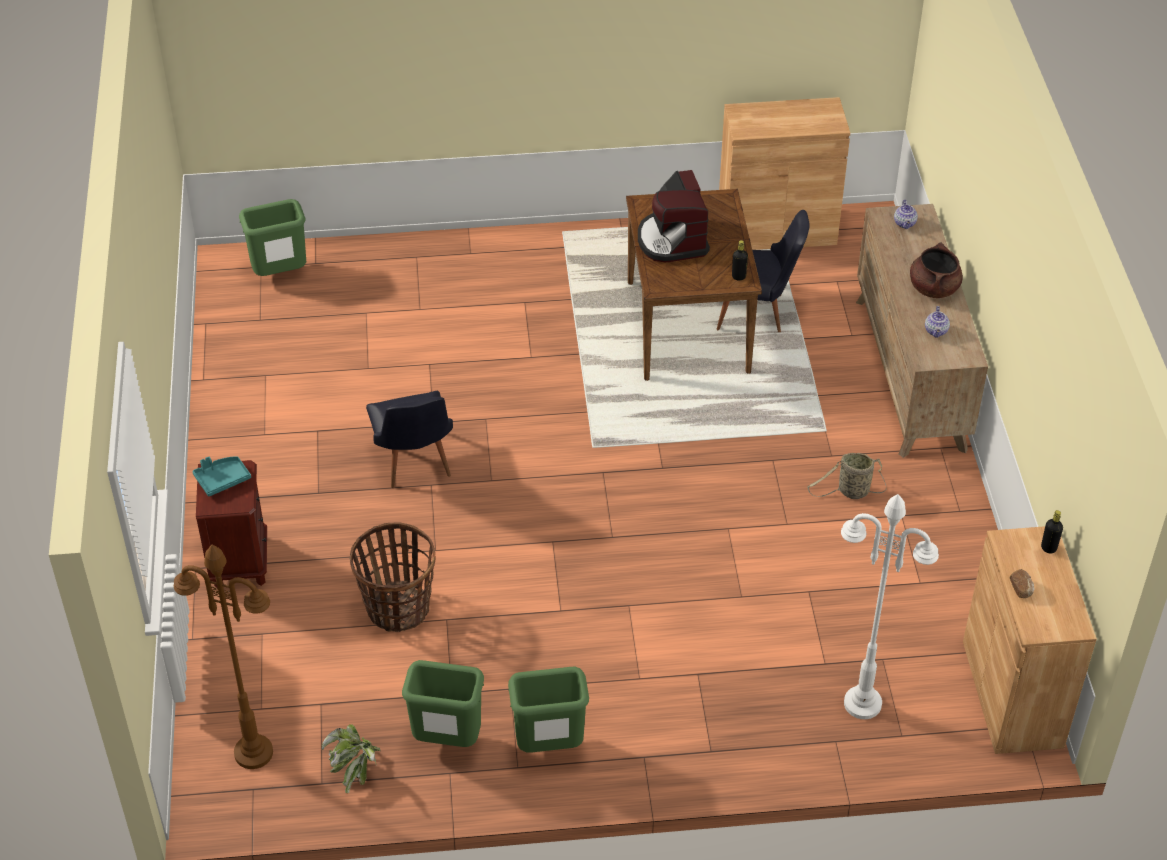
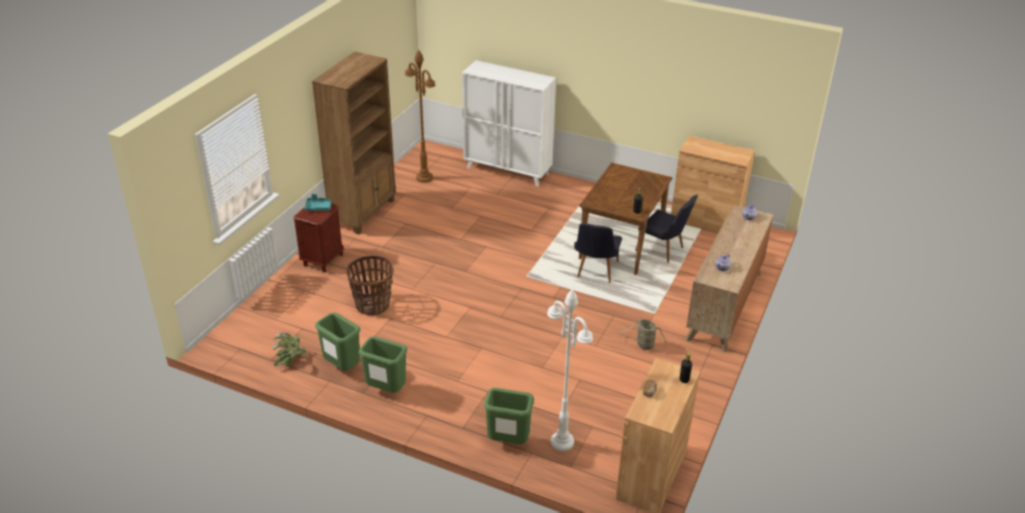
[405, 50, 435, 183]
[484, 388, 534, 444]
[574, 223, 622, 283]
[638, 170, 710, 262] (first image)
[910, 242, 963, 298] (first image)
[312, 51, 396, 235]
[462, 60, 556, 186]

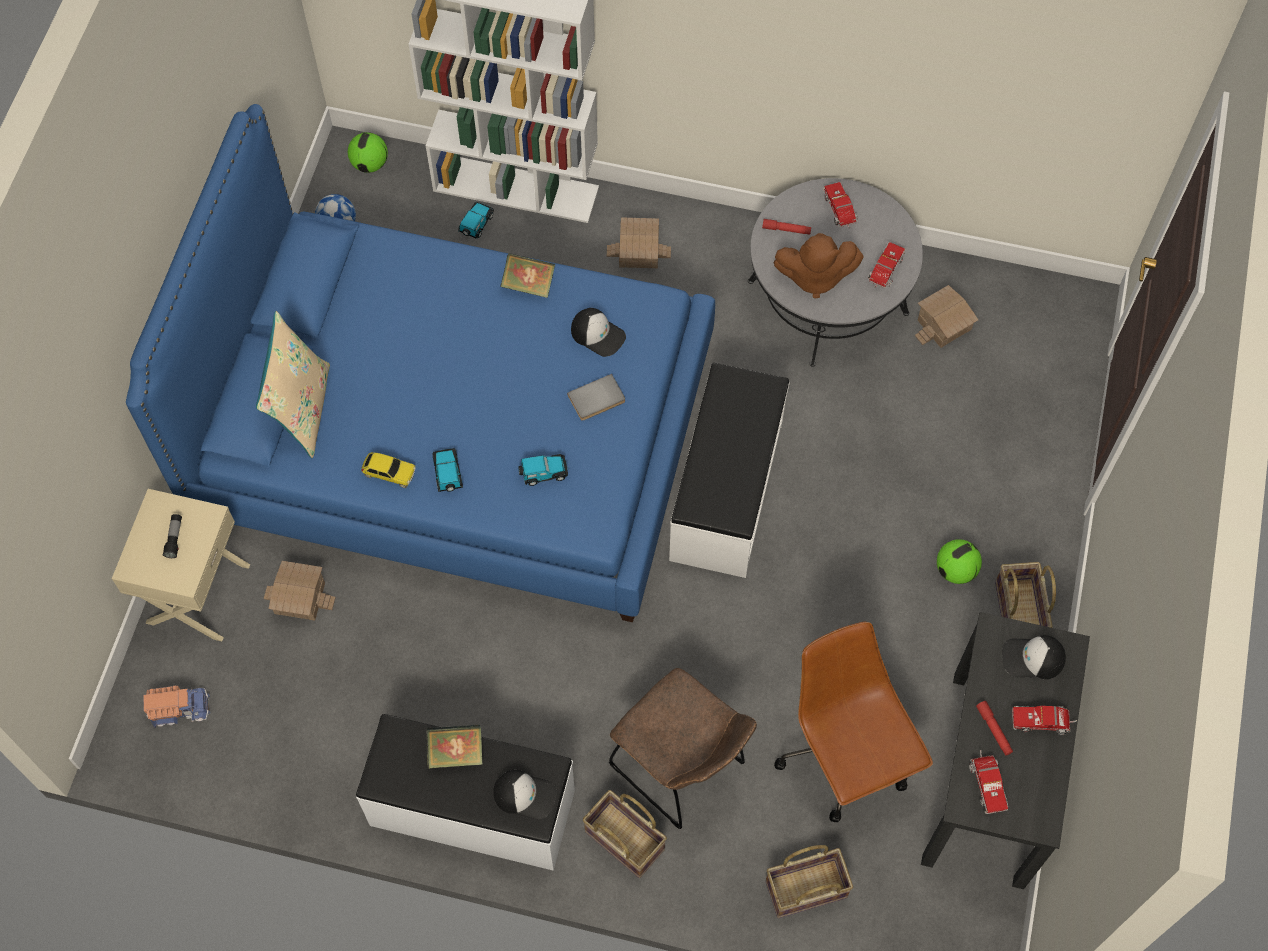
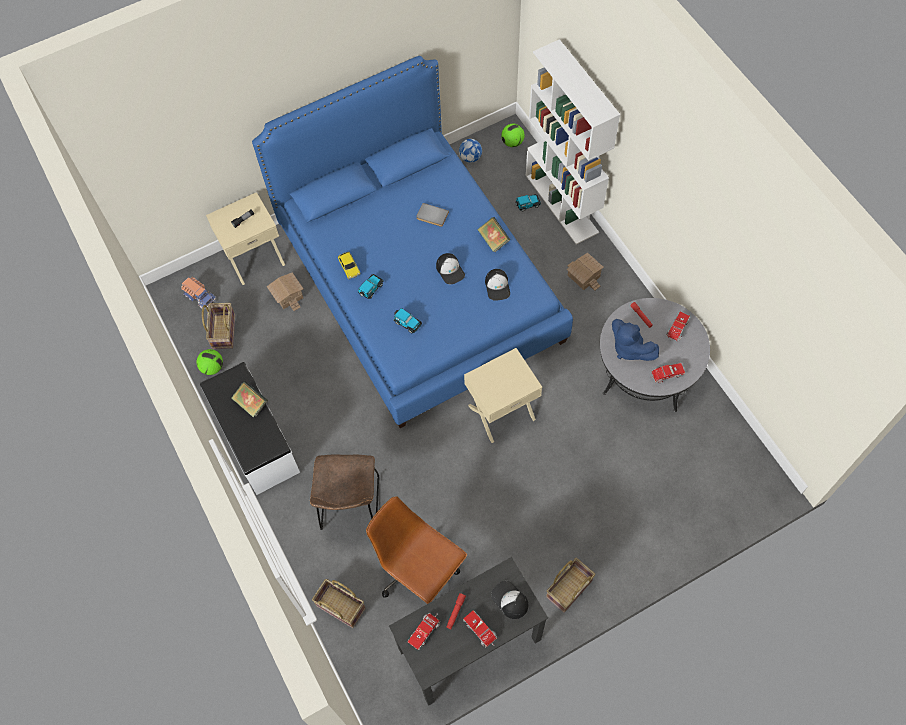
[256, 311, 330, 458] (first image)
[436, 253, 465, 284]
[416, 203, 449, 227]
[202, 303, 235, 349]
[464, 348, 542, 443]
[612, 319, 659, 361]
[366, 496, 467, 604]
[915, 285, 978, 348] (first image)
[197, 349, 223, 375]

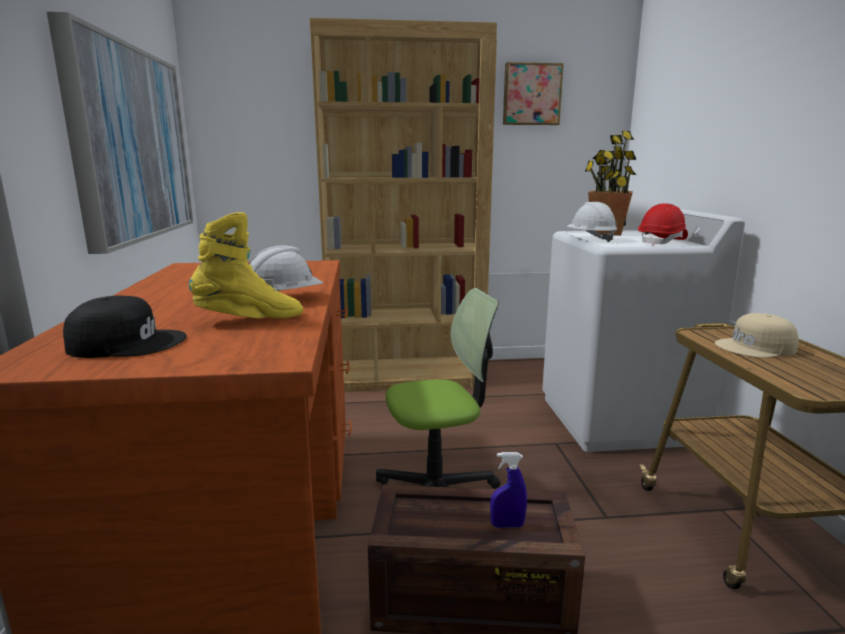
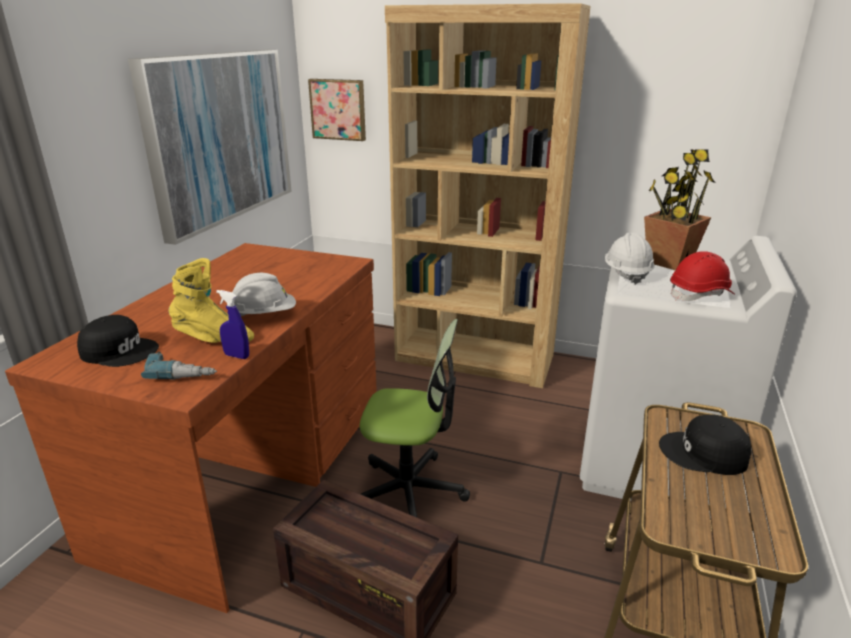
[216, 290, 249, 359]
[308, 79, 366, 141]
[659, 415, 751, 475]
[141, 351, 217, 380]

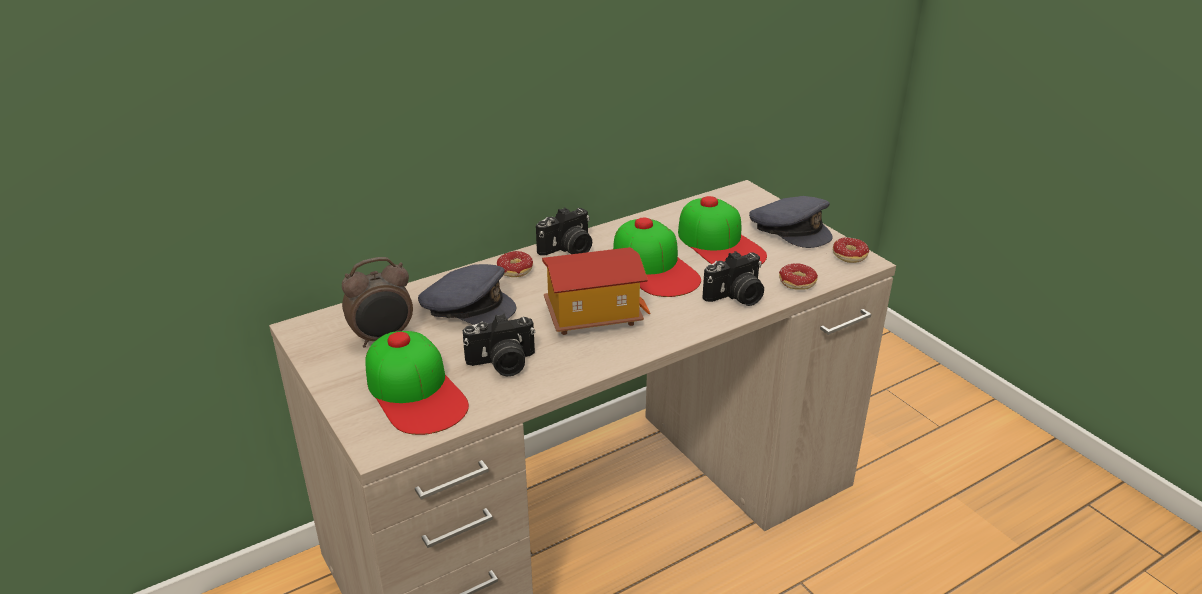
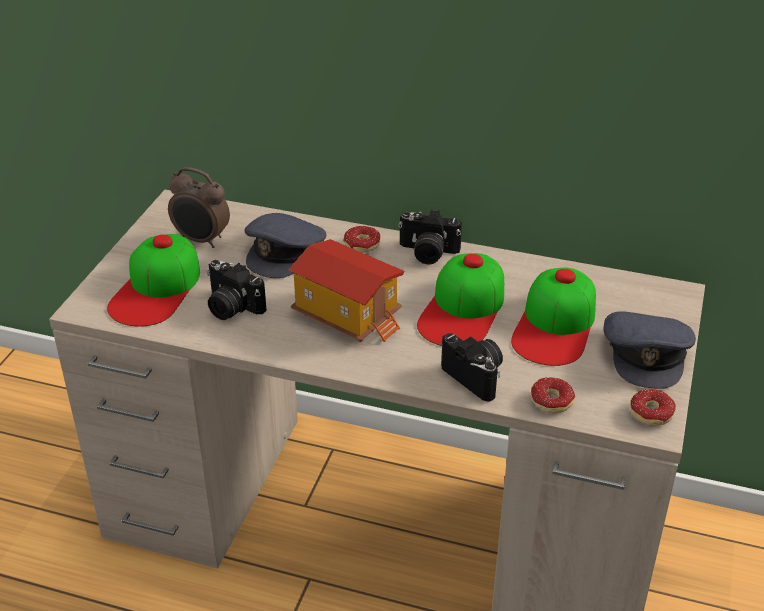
[244, 213, 326, 278]
[441, 333, 503, 402]

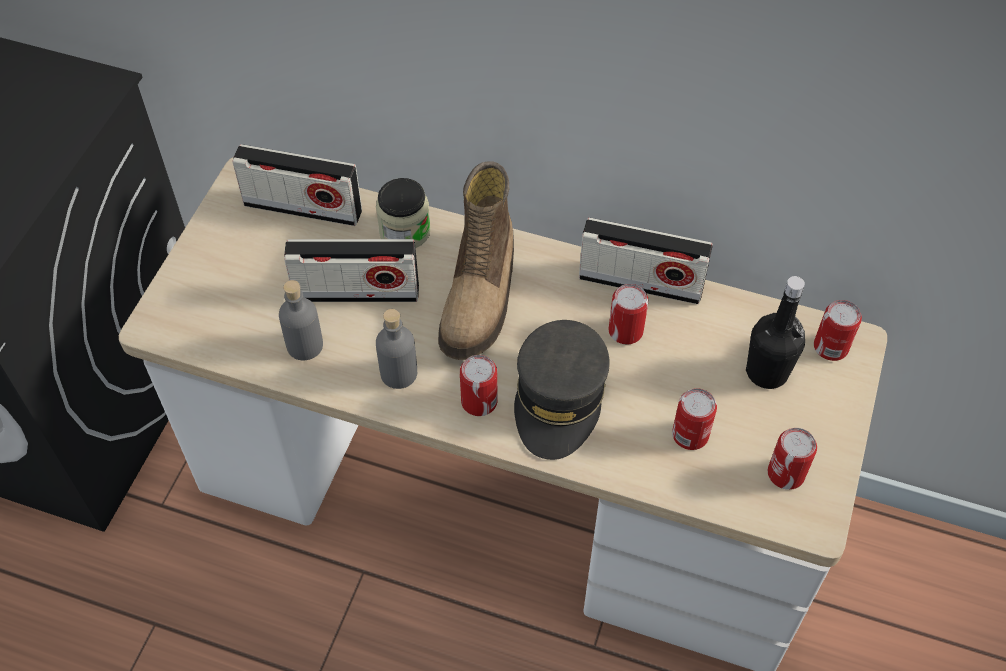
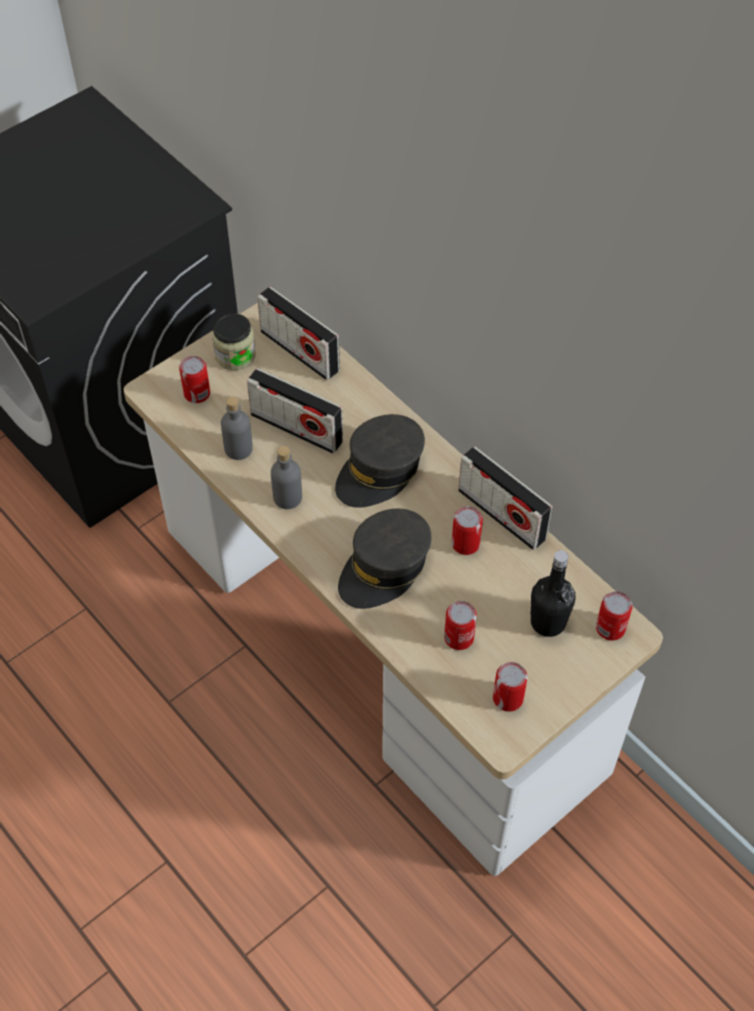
[212, 313, 256, 370]
[335, 414, 425, 508]
[179, 356, 210, 403]

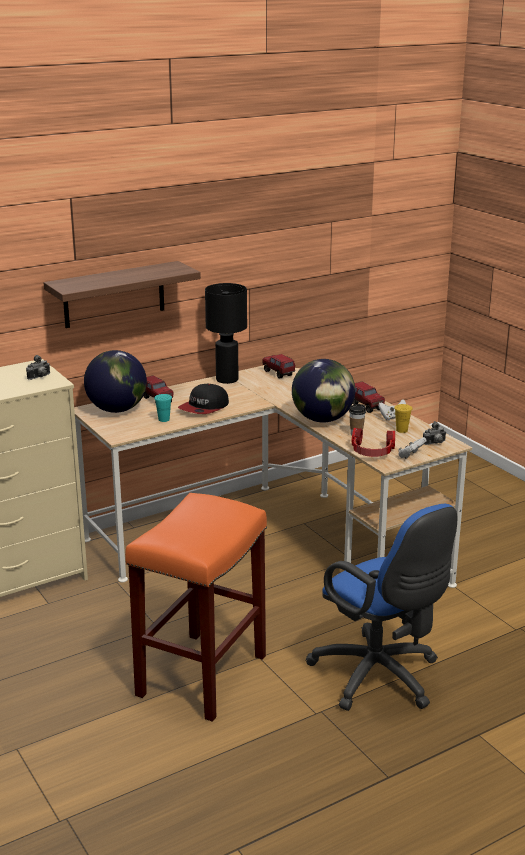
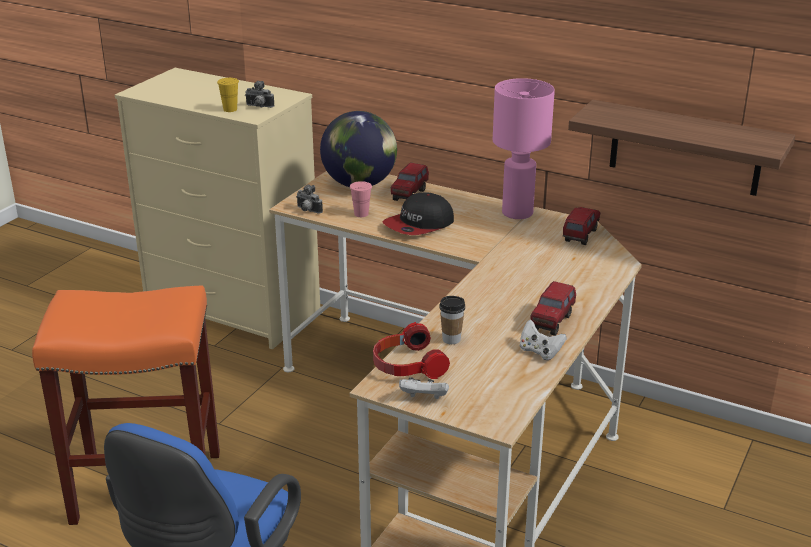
[568, 100, 795, 196]
[350, 181, 372, 217]
[382, 193, 454, 235]
[493, 78, 555, 219]
[292, 359, 355, 422] (first image)
[217, 78, 239, 112]
[296, 185, 323, 214]

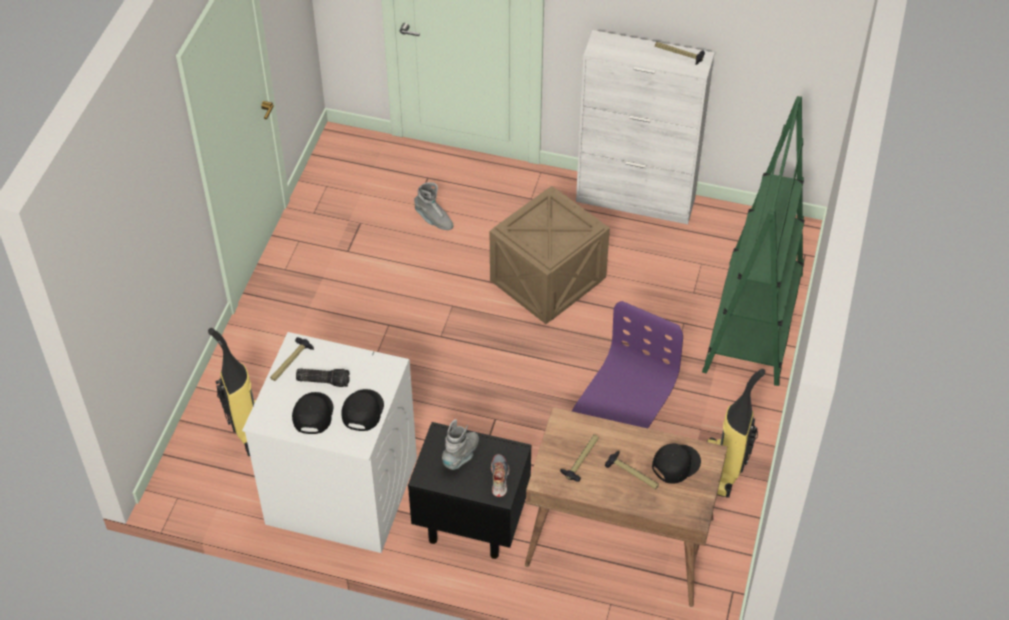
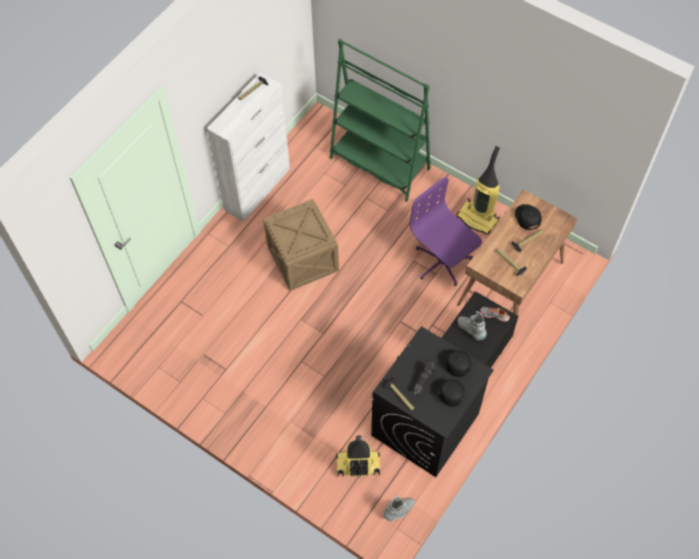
[371, 326, 494, 477]
[384, 496, 415, 521]

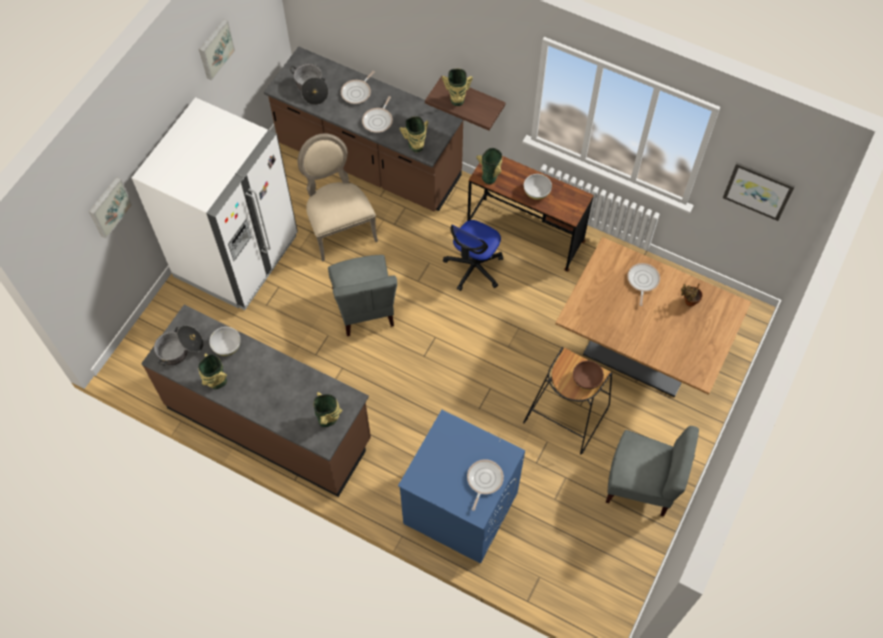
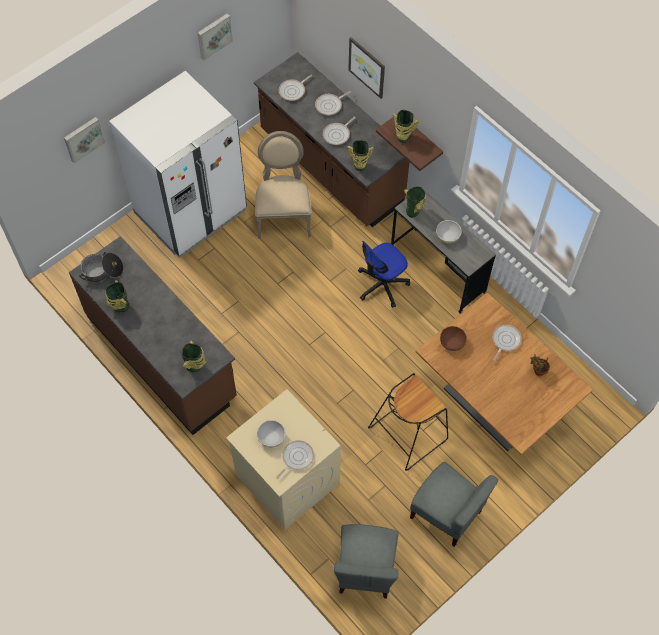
[257, 420, 285, 447]
[279, 75, 312, 101]
[334, 524, 399, 599]
[226, 389, 341, 530]
[391, 187, 496, 314]
[440, 326, 467, 351]
[348, 37, 385, 99]

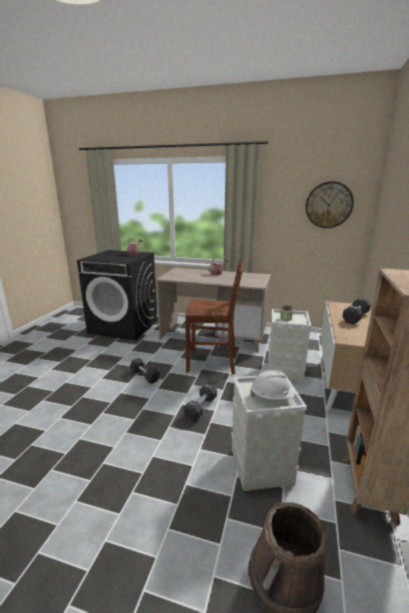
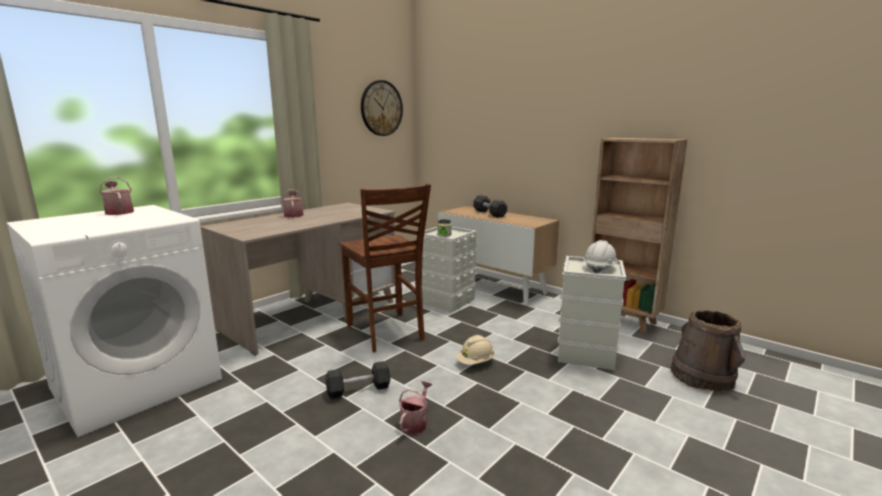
[6, 205, 222, 437]
[456, 335, 495, 365]
[340, 184, 431, 352]
[399, 381, 433, 434]

